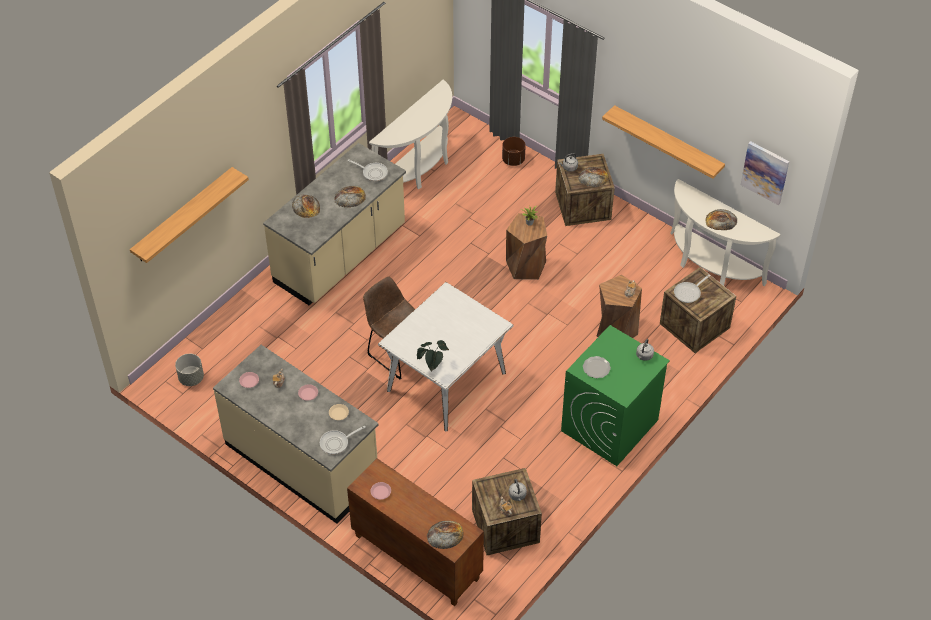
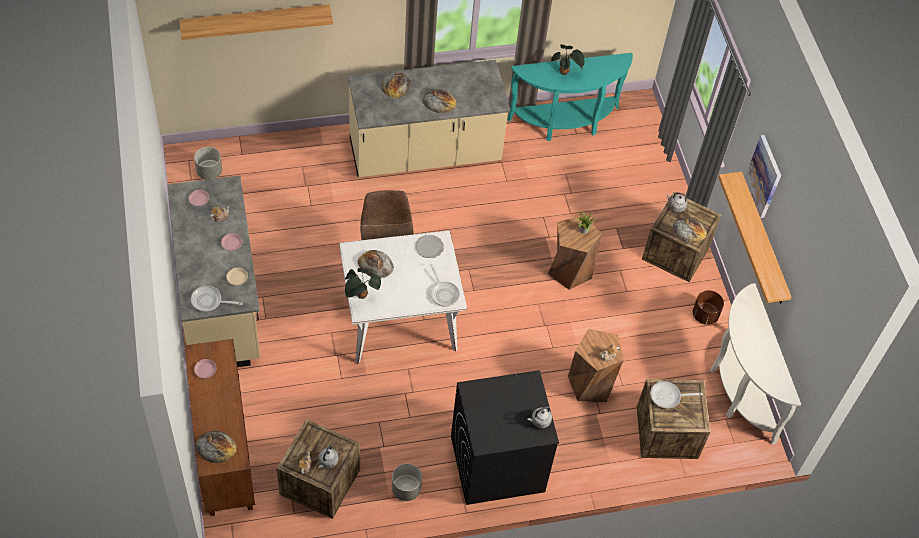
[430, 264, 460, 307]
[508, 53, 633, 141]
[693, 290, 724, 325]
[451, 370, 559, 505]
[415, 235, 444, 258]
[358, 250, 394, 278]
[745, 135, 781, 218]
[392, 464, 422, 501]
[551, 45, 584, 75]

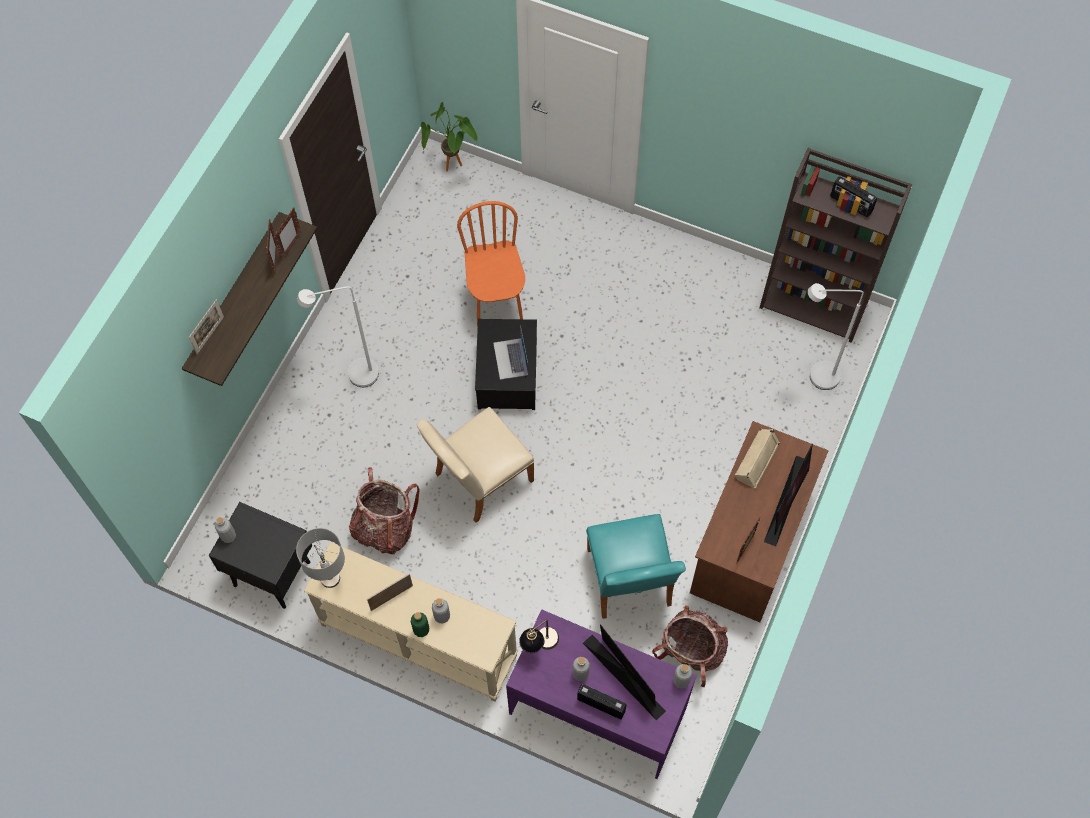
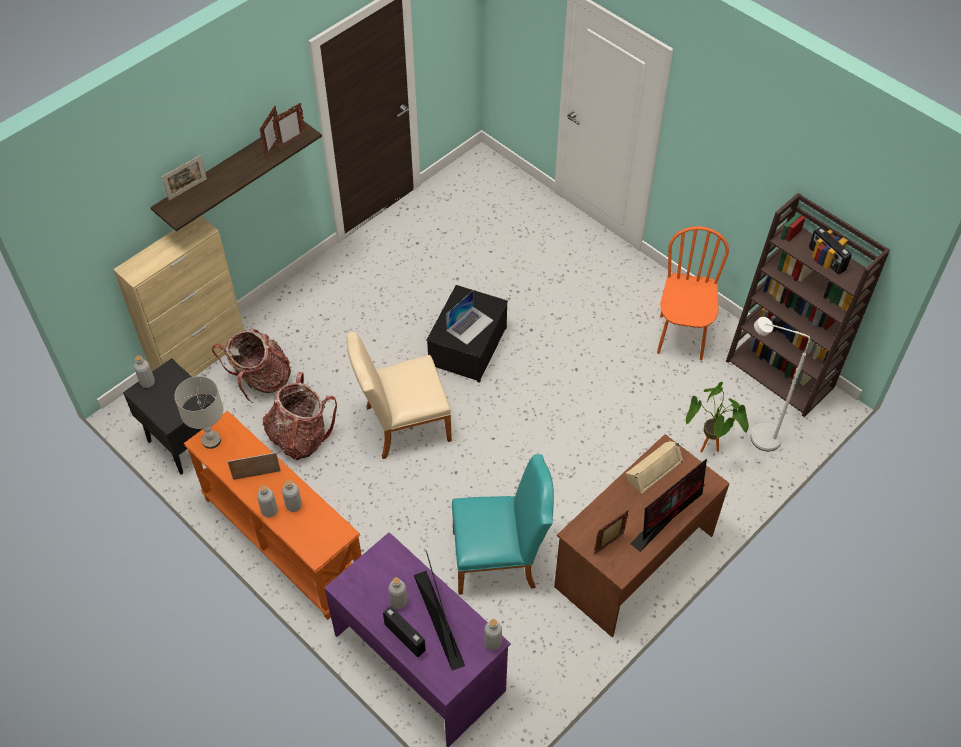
[297, 286, 379, 387] (first image)
[184, 411, 362, 620]
[257, 485, 277, 518]
[686, 382, 749, 452]
[657, 226, 729, 360]
[446, 291, 494, 345]
[519, 620, 559, 653] (first image)
[452, 454, 554, 595]
[212, 329, 291, 403]
[113, 216, 244, 377]

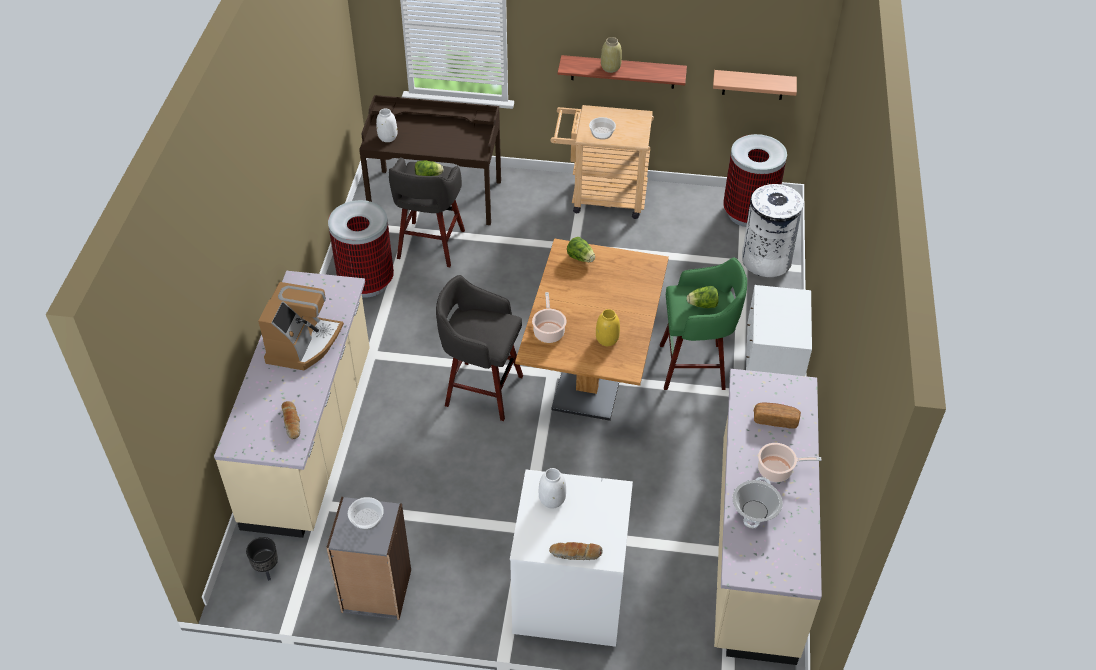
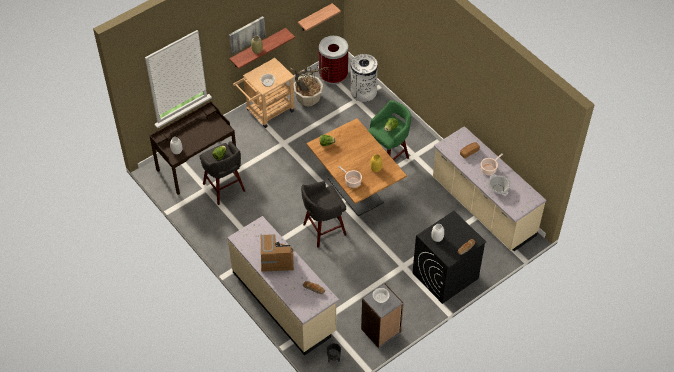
[261, 234, 294, 272]
[328, 200, 394, 298] (first image)
[412, 211, 486, 304]
[746, 285, 812, 376] (first image)
[229, 16, 266, 55]
[288, 64, 328, 107]

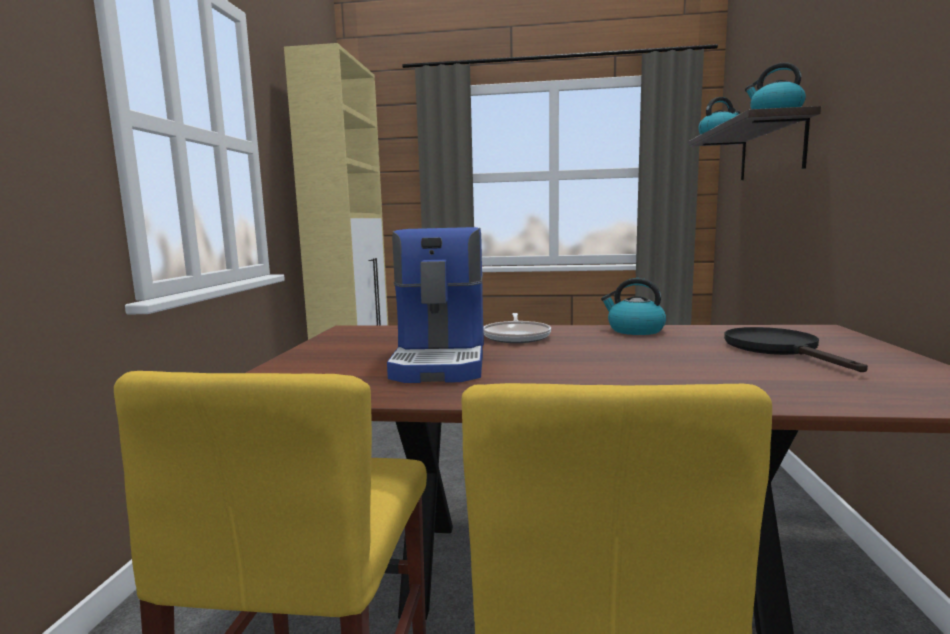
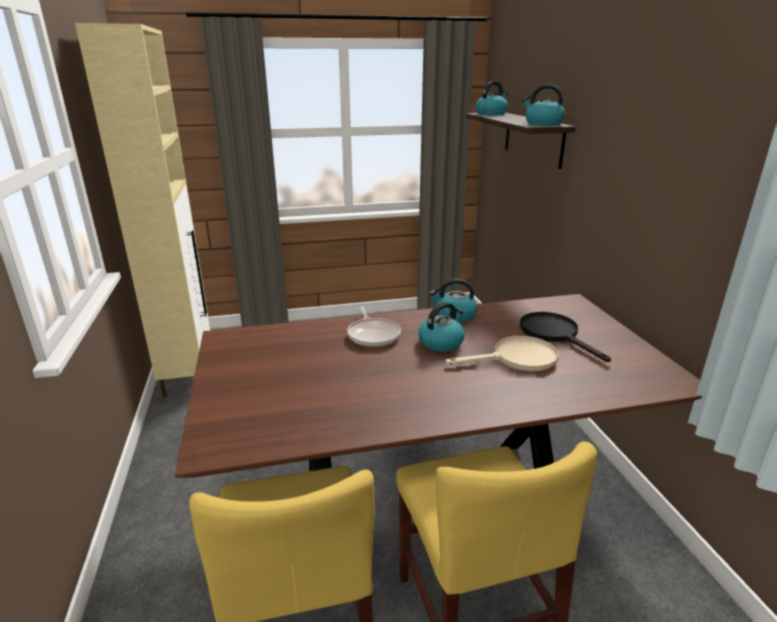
[387, 227, 484, 383] (first image)
[418, 302, 465, 352]
[446, 336, 559, 371]

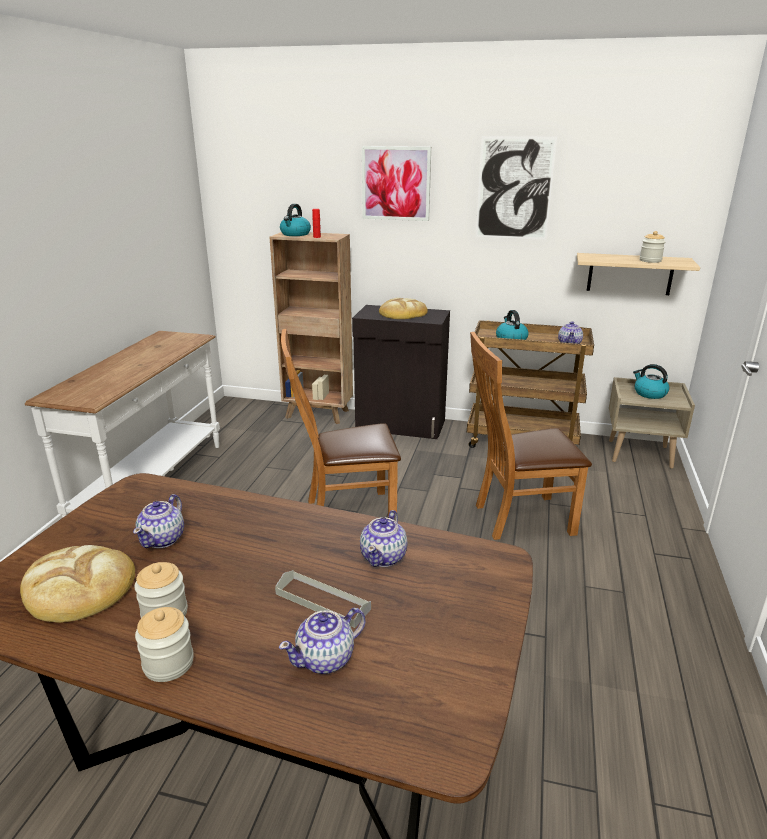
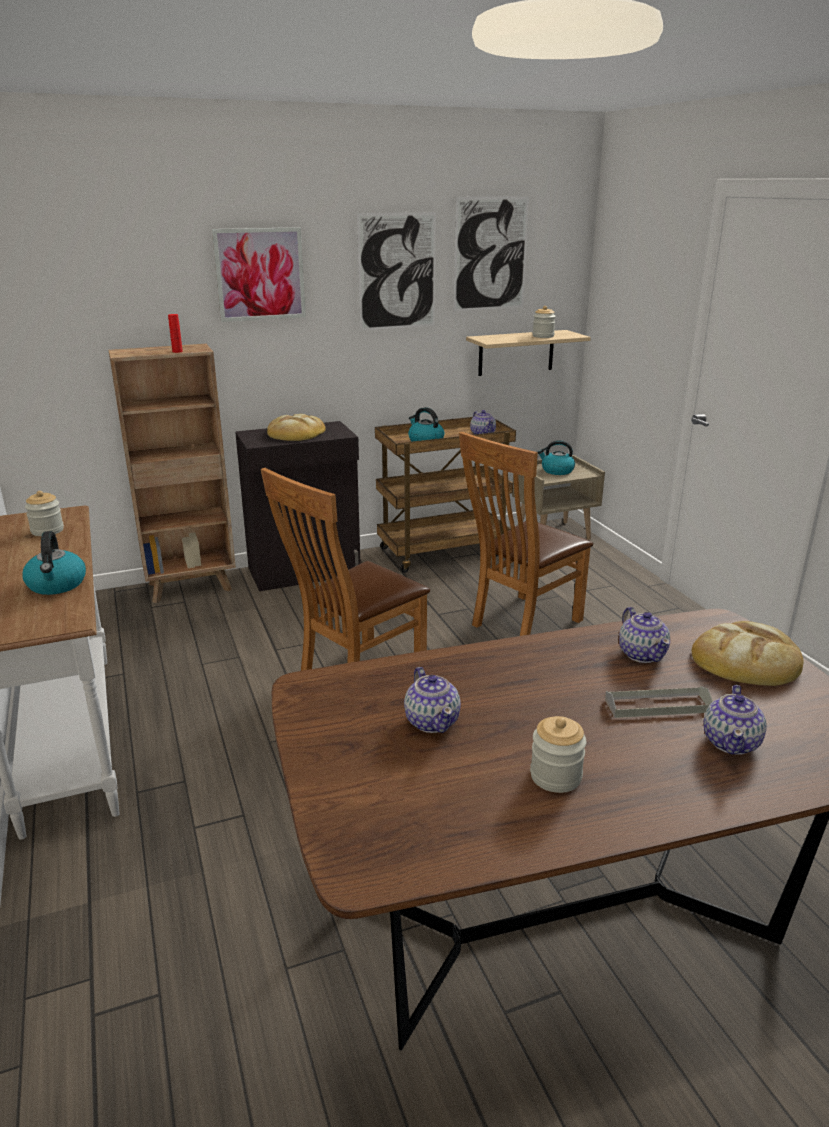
[692, 621, 803, 686]
[25, 491, 64, 536]
[22, 531, 86, 595]
[453, 196, 529, 311]

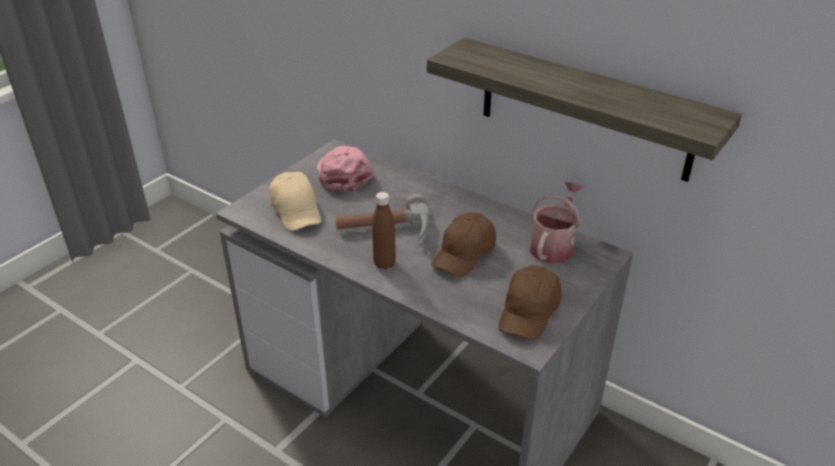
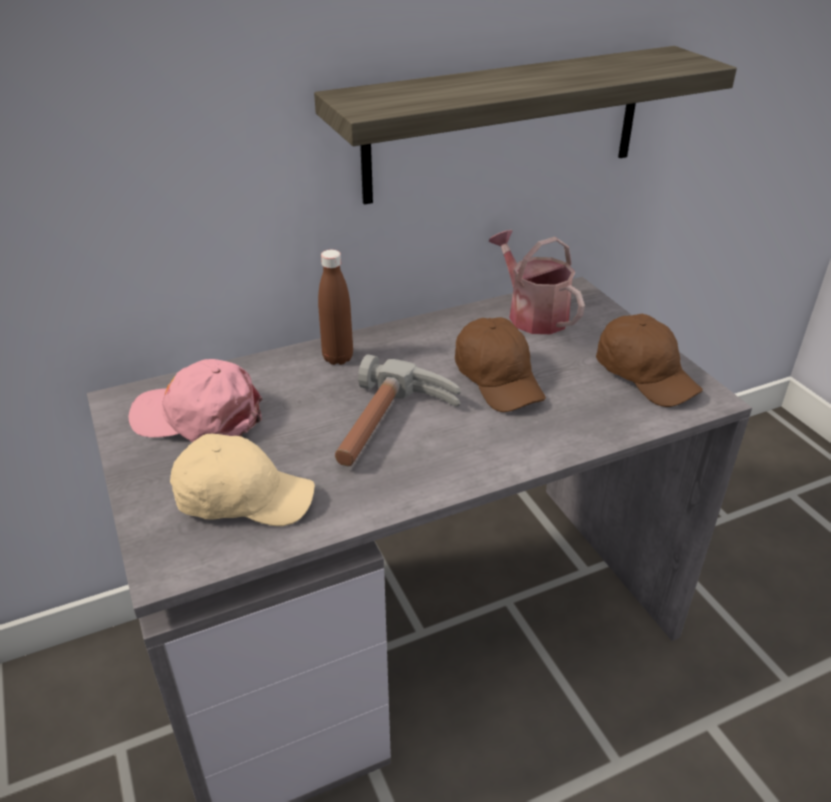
[318, 250, 353, 365]

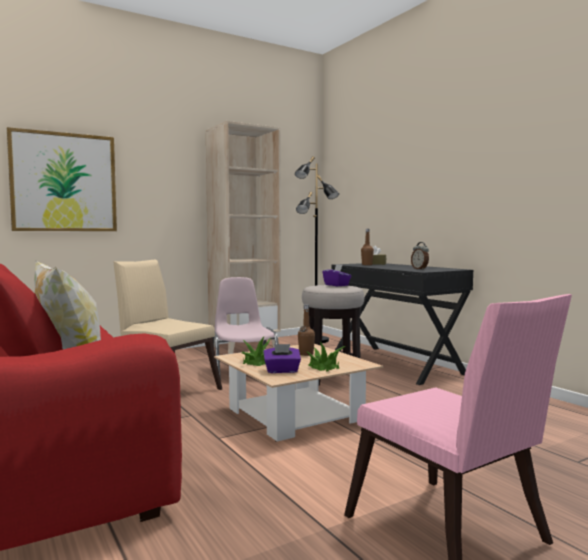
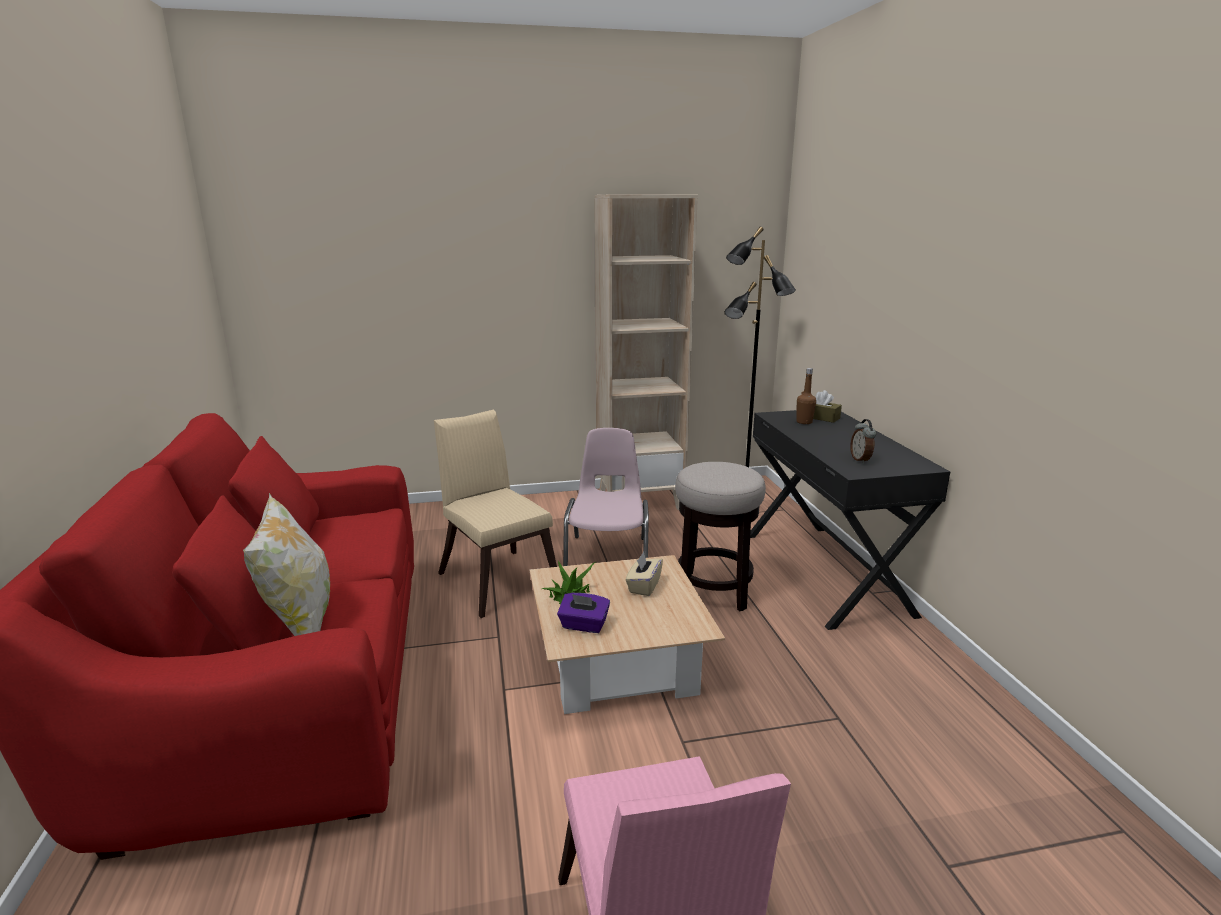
[7, 127, 117, 231] (first image)
[626, 552, 663, 596]
[306, 342, 345, 371] (first image)
[323, 264, 351, 286] (first image)

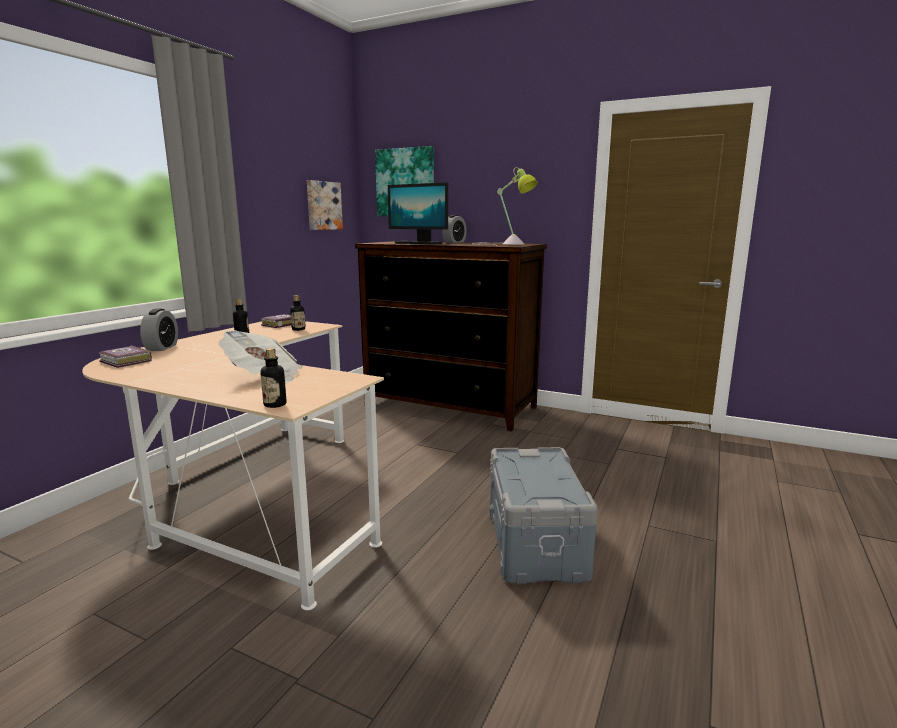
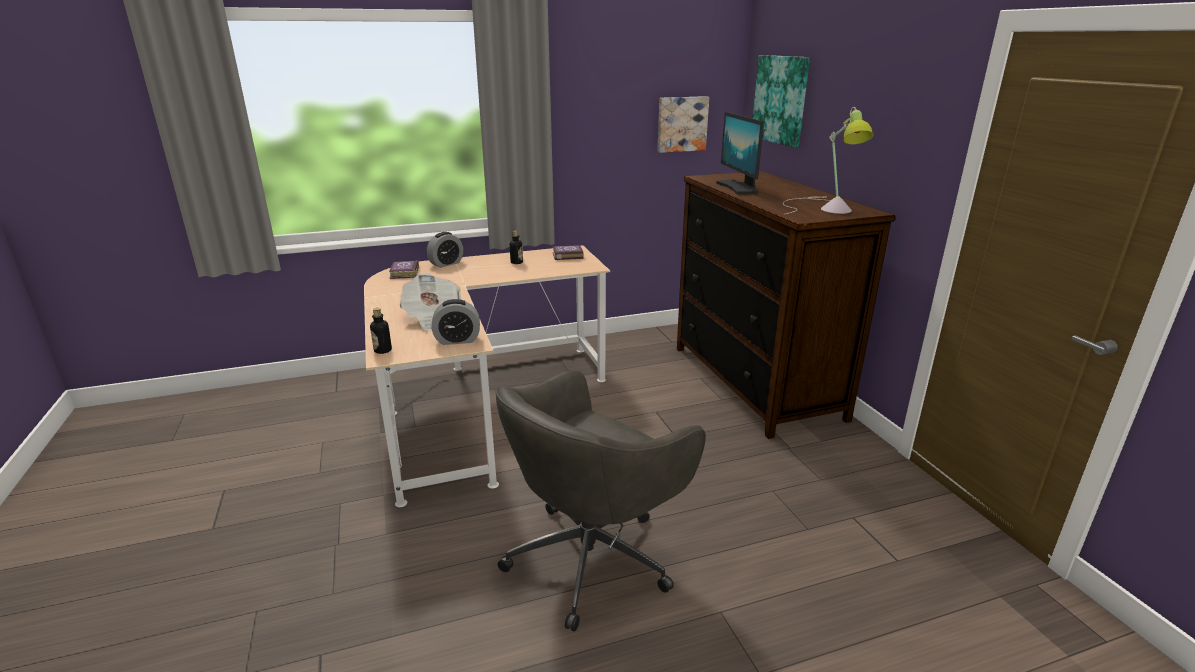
[290, 295, 305, 331] (first image)
[432, 299, 480, 345]
[495, 370, 706, 631]

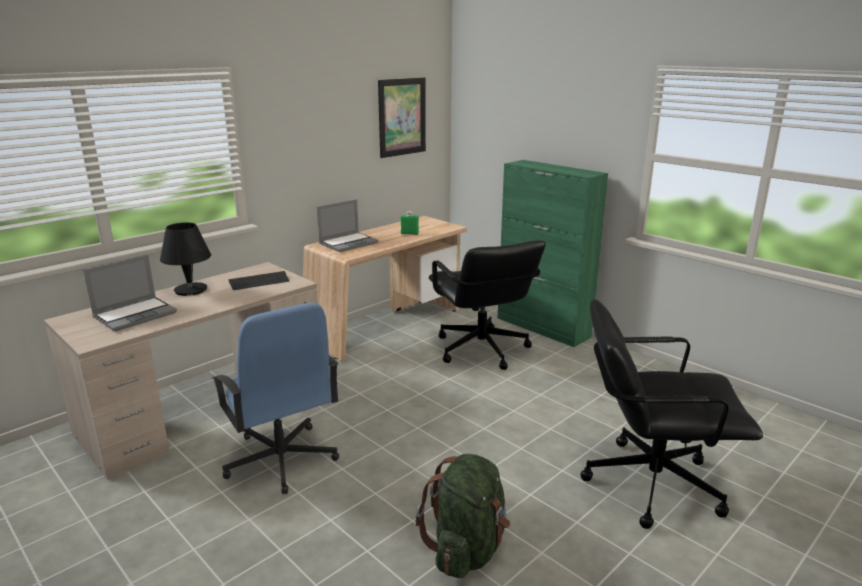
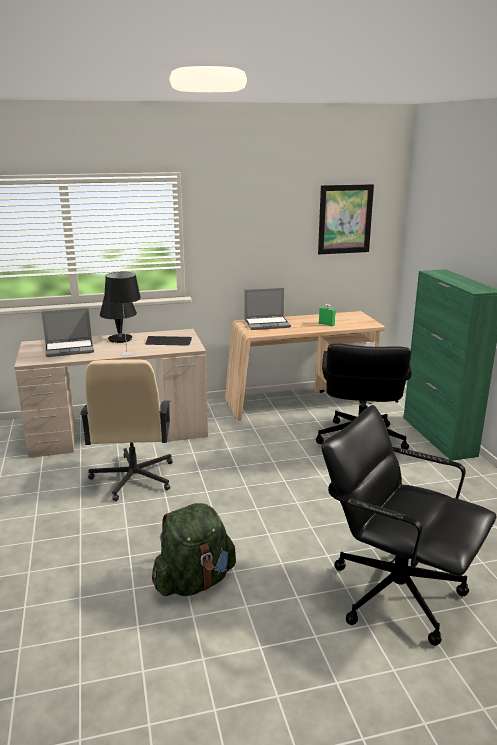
[80, 359, 173, 501]
[104, 272, 141, 356]

